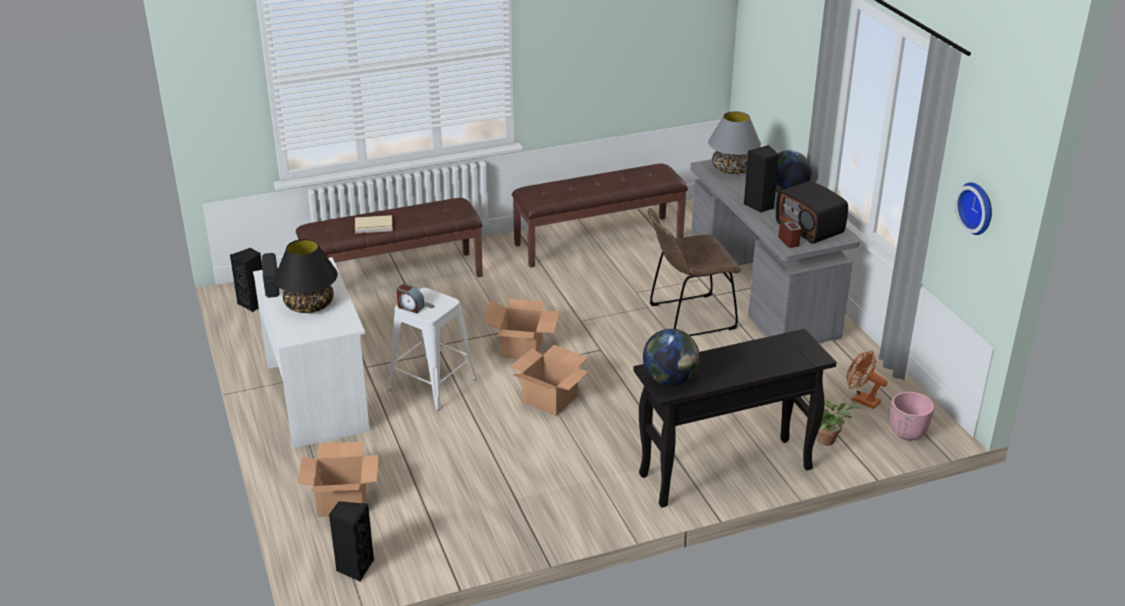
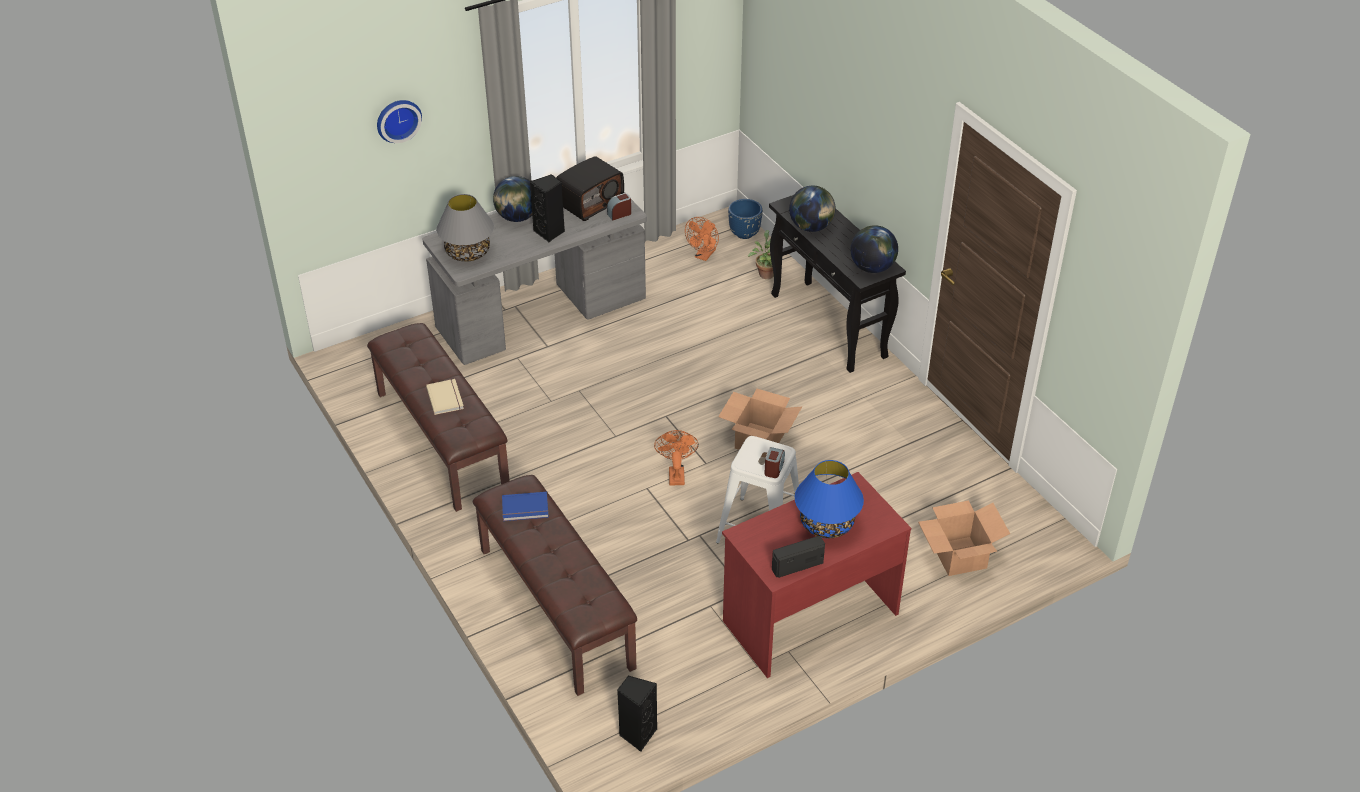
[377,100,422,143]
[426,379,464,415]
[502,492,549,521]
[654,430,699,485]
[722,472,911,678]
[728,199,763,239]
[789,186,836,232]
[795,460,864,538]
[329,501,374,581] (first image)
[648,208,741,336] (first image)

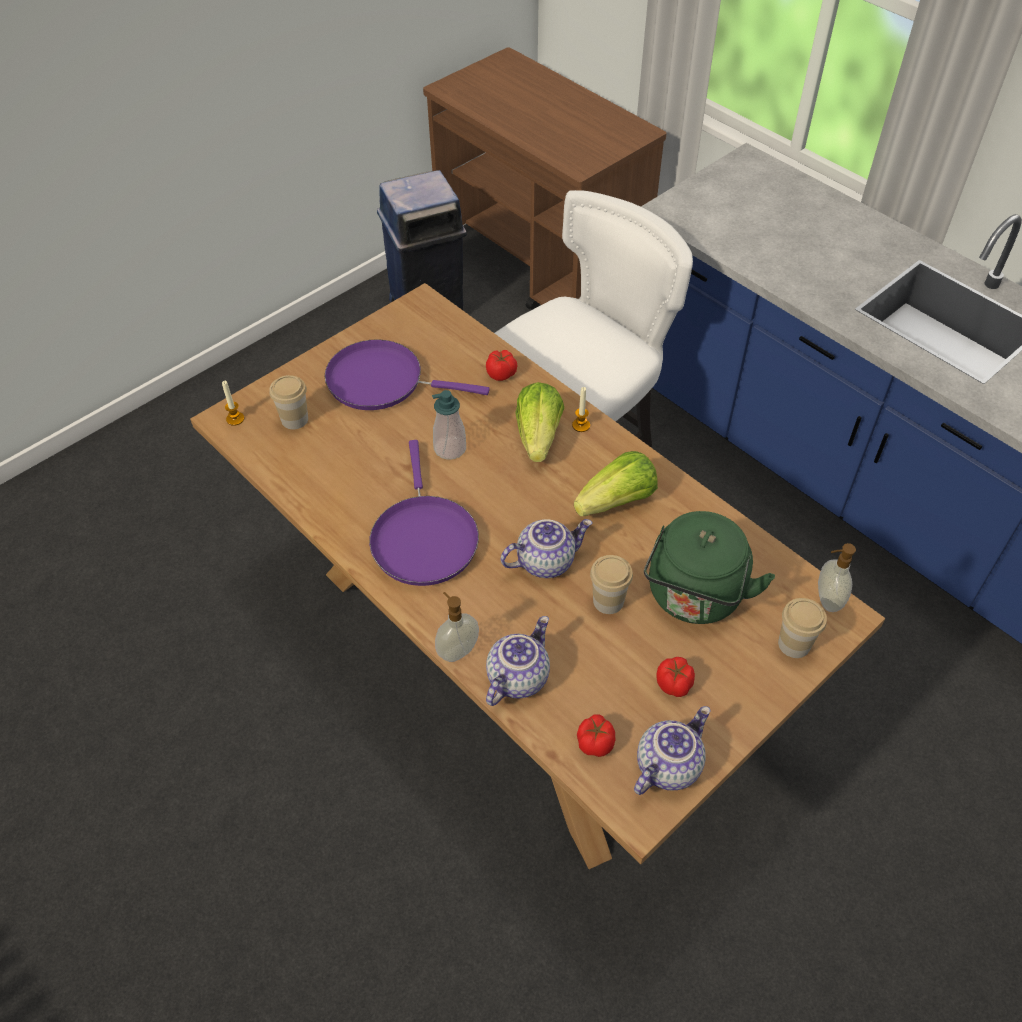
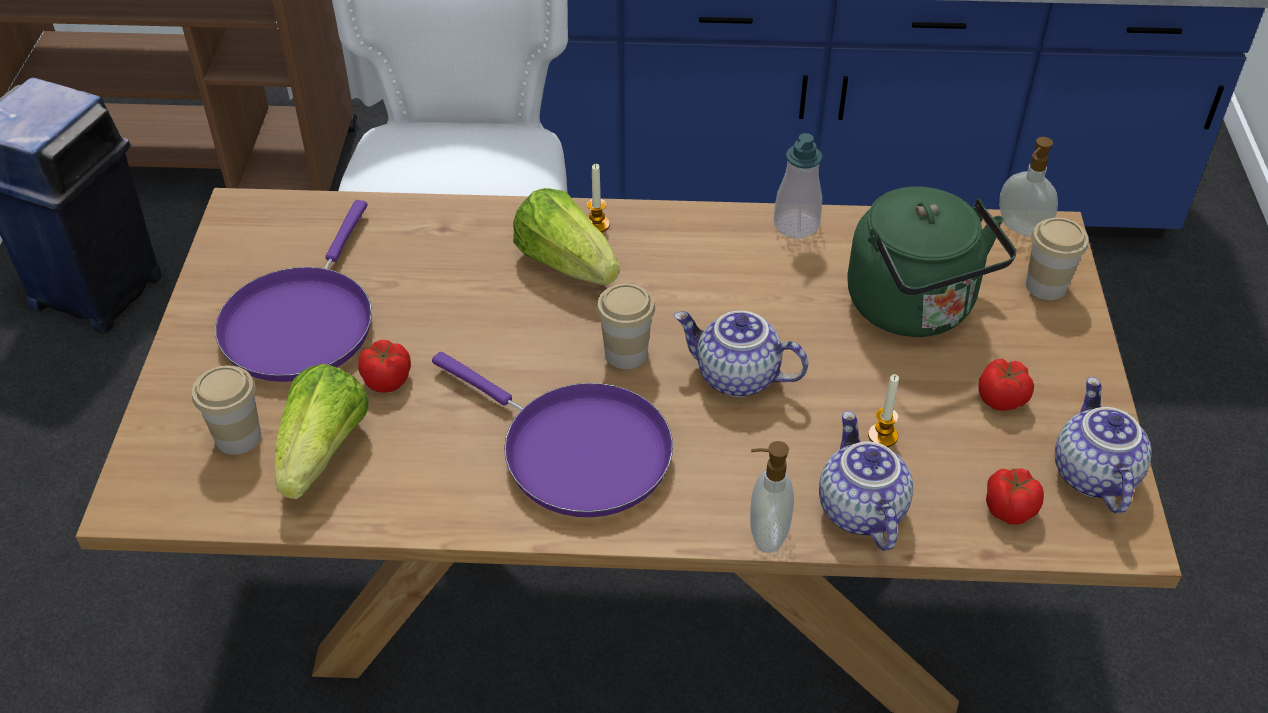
[215,200,372,382]
[275,364,369,499]
[358,340,411,393]
[597,283,655,369]
[674,311,808,397]
[774,133,823,238]
[868,374,899,447]

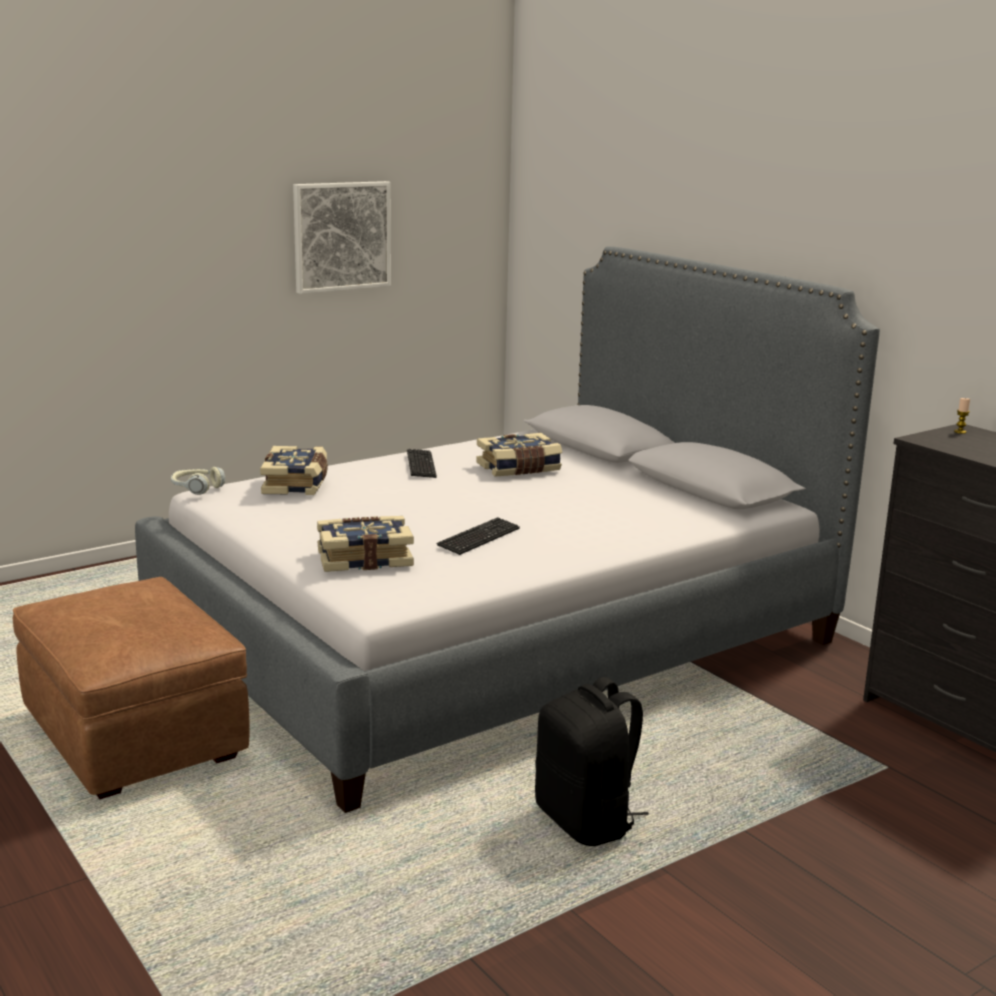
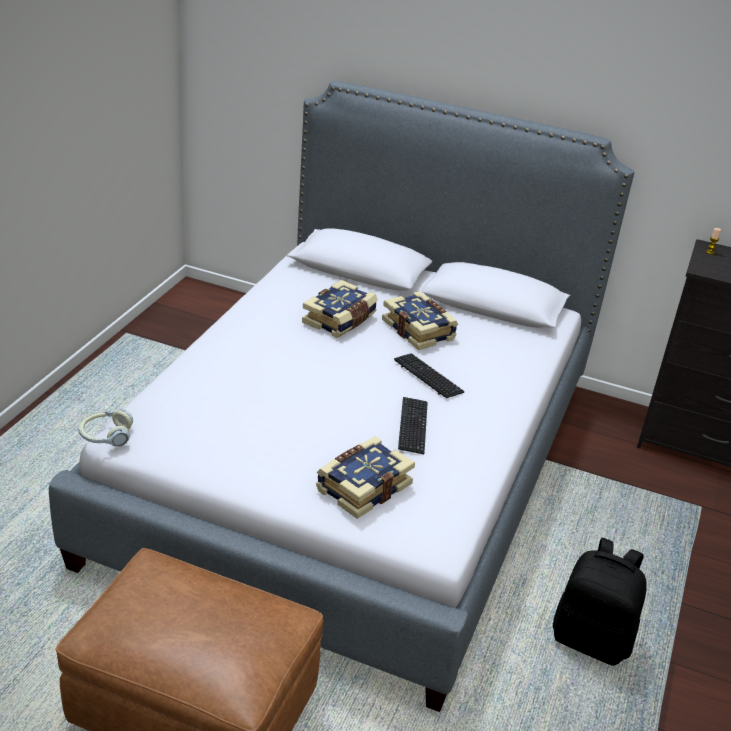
[382,291,458,350]
[394,353,464,398]
[293,181,391,294] (first image)

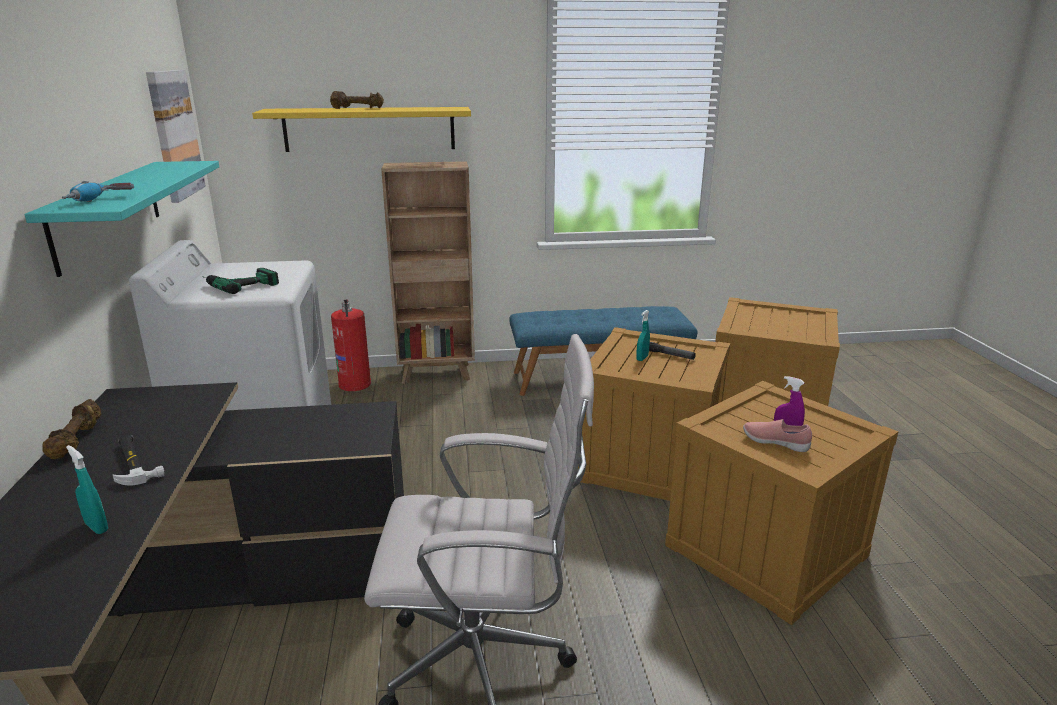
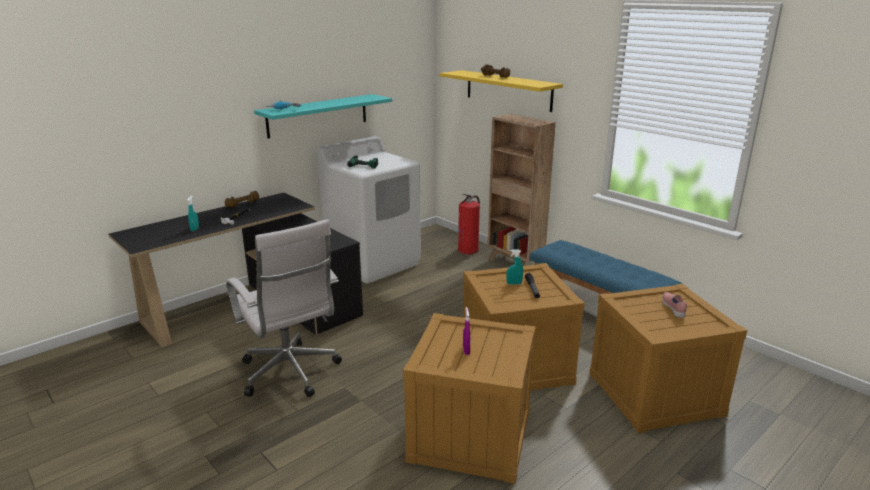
[662,292,687,318]
[146,70,206,203] (first image)

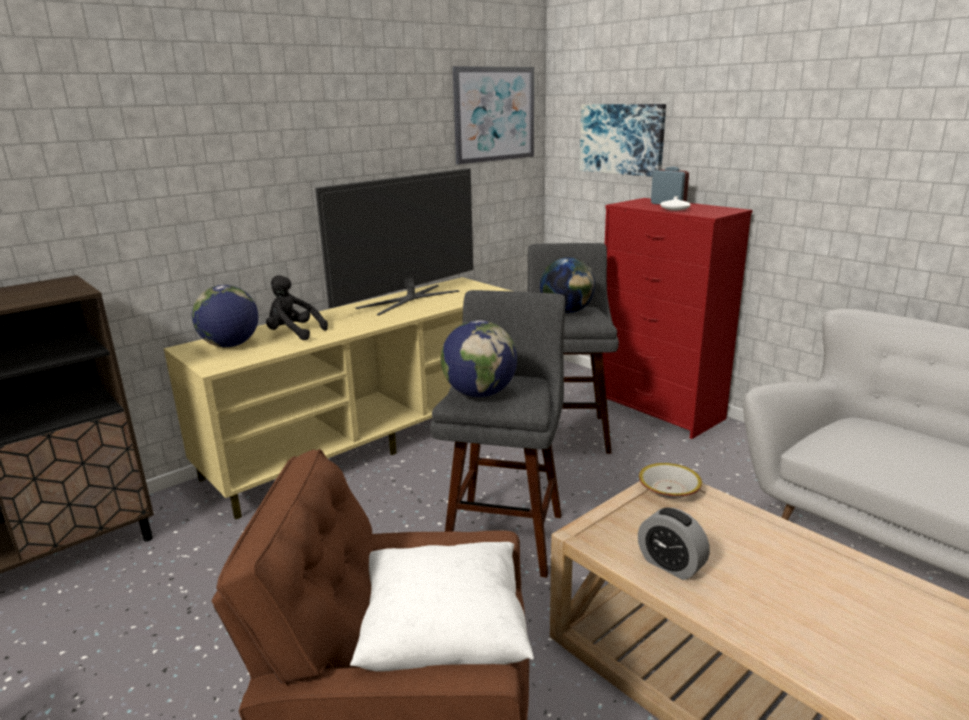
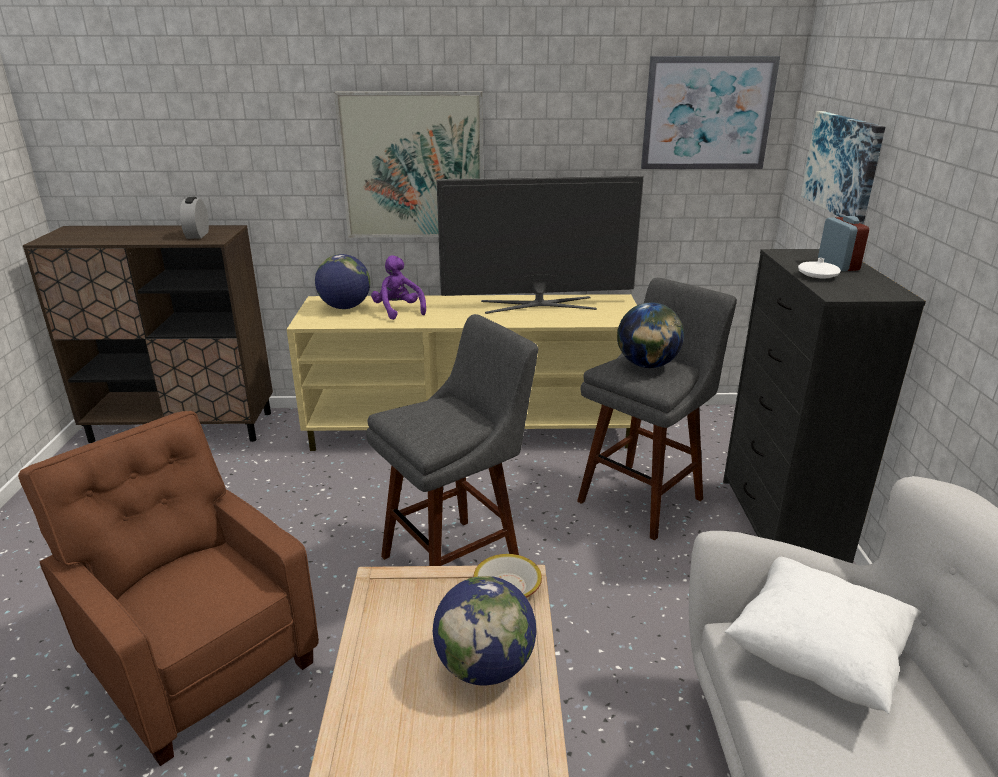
[180,197,209,239]
[334,91,483,238]
[371,255,426,320]
[433,576,536,685]
[723,249,926,563]
[725,557,921,714]

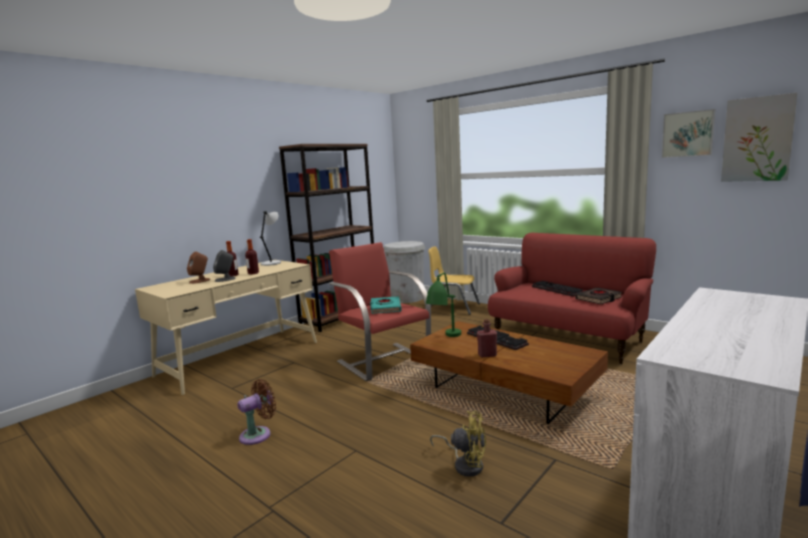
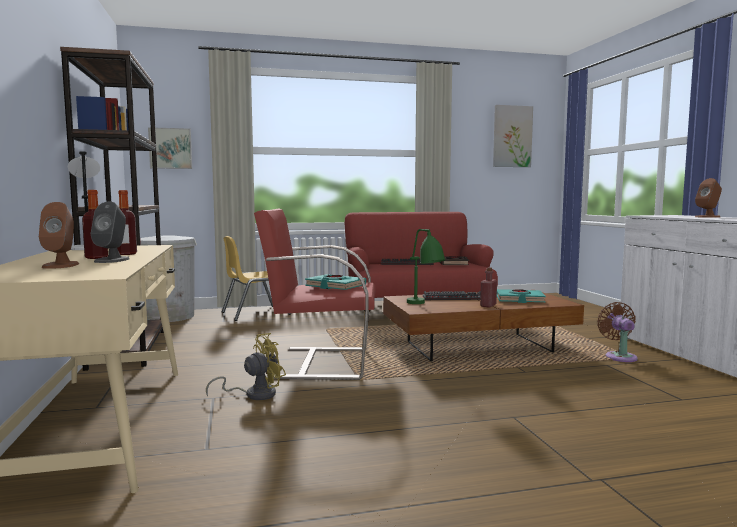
[148,127,192,169]
[206,333,286,400]
[497,289,546,303]
[597,302,638,362]
[695,178,722,218]

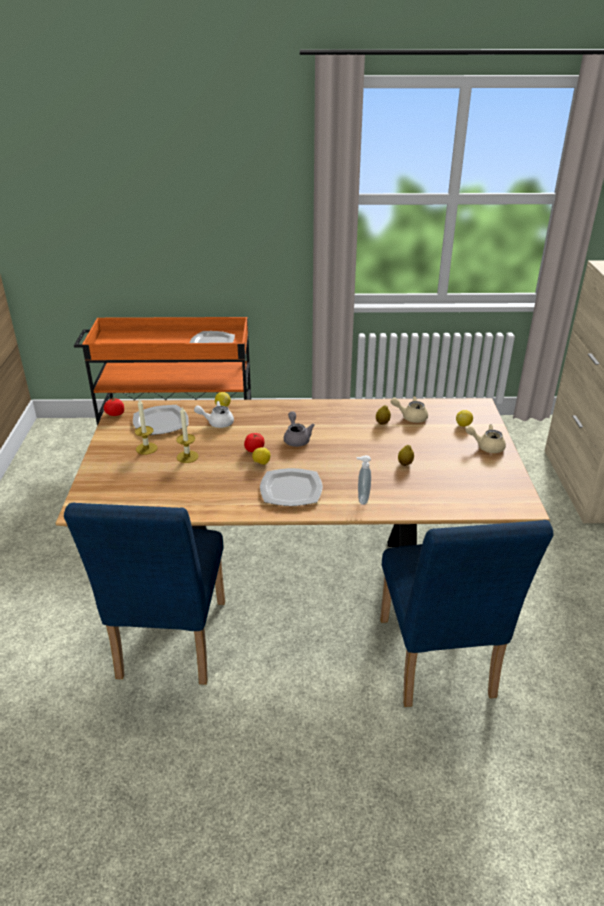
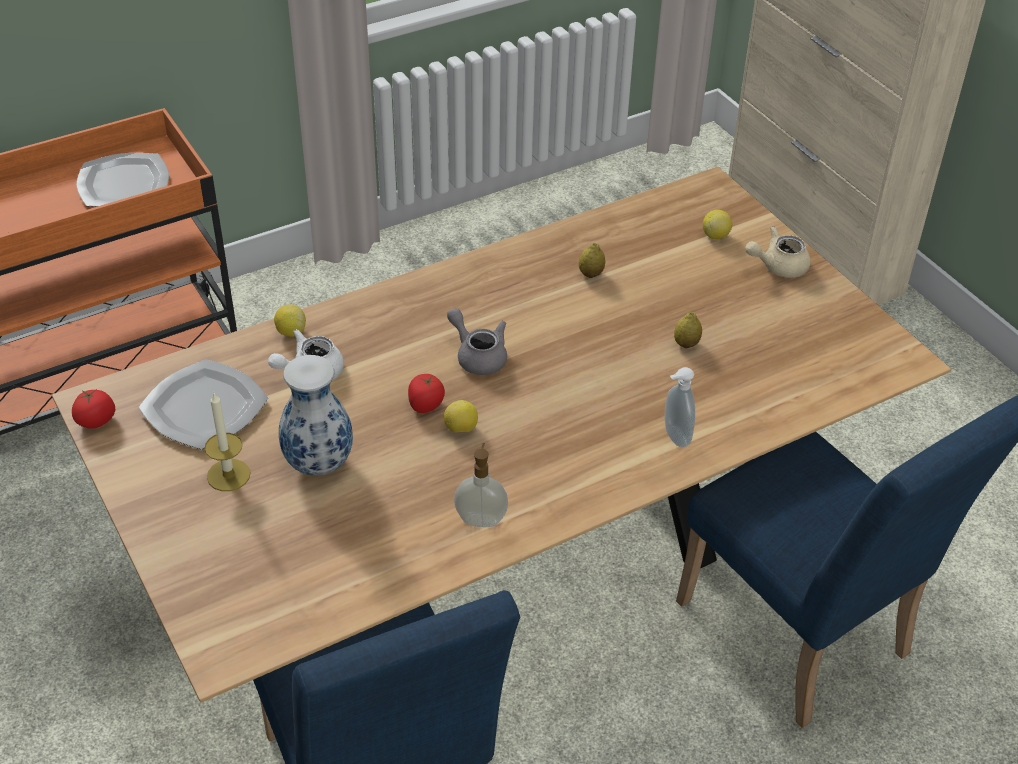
[279,355,353,476]
[454,443,508,527]
[260,468,323,506] (first image)
[391,396,428,423] (first image)

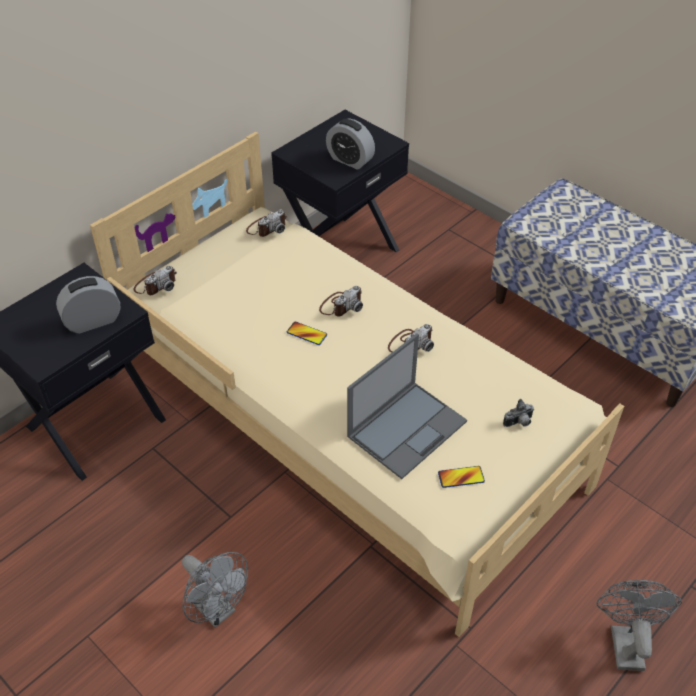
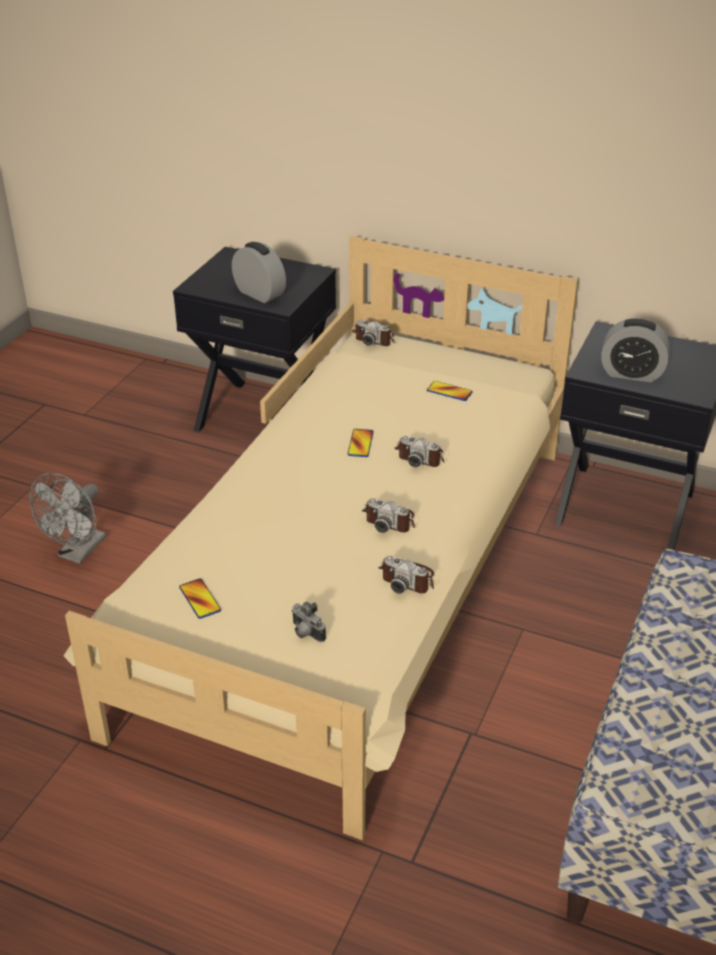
[378,556,434,594]
[427,381,473,401]
[601,318,670,382]
[347,333,467,479] (first image)
[596,580,682,671] (first image)

